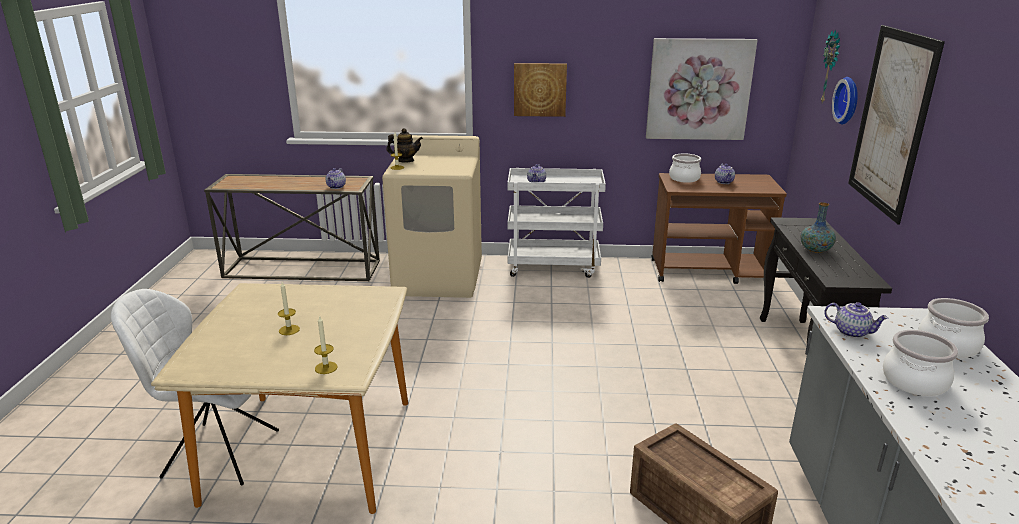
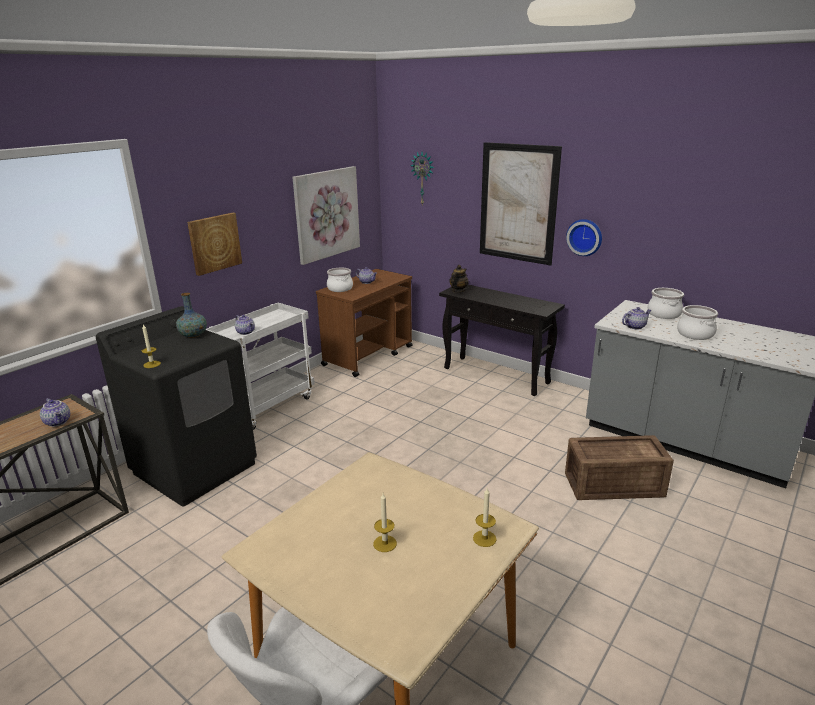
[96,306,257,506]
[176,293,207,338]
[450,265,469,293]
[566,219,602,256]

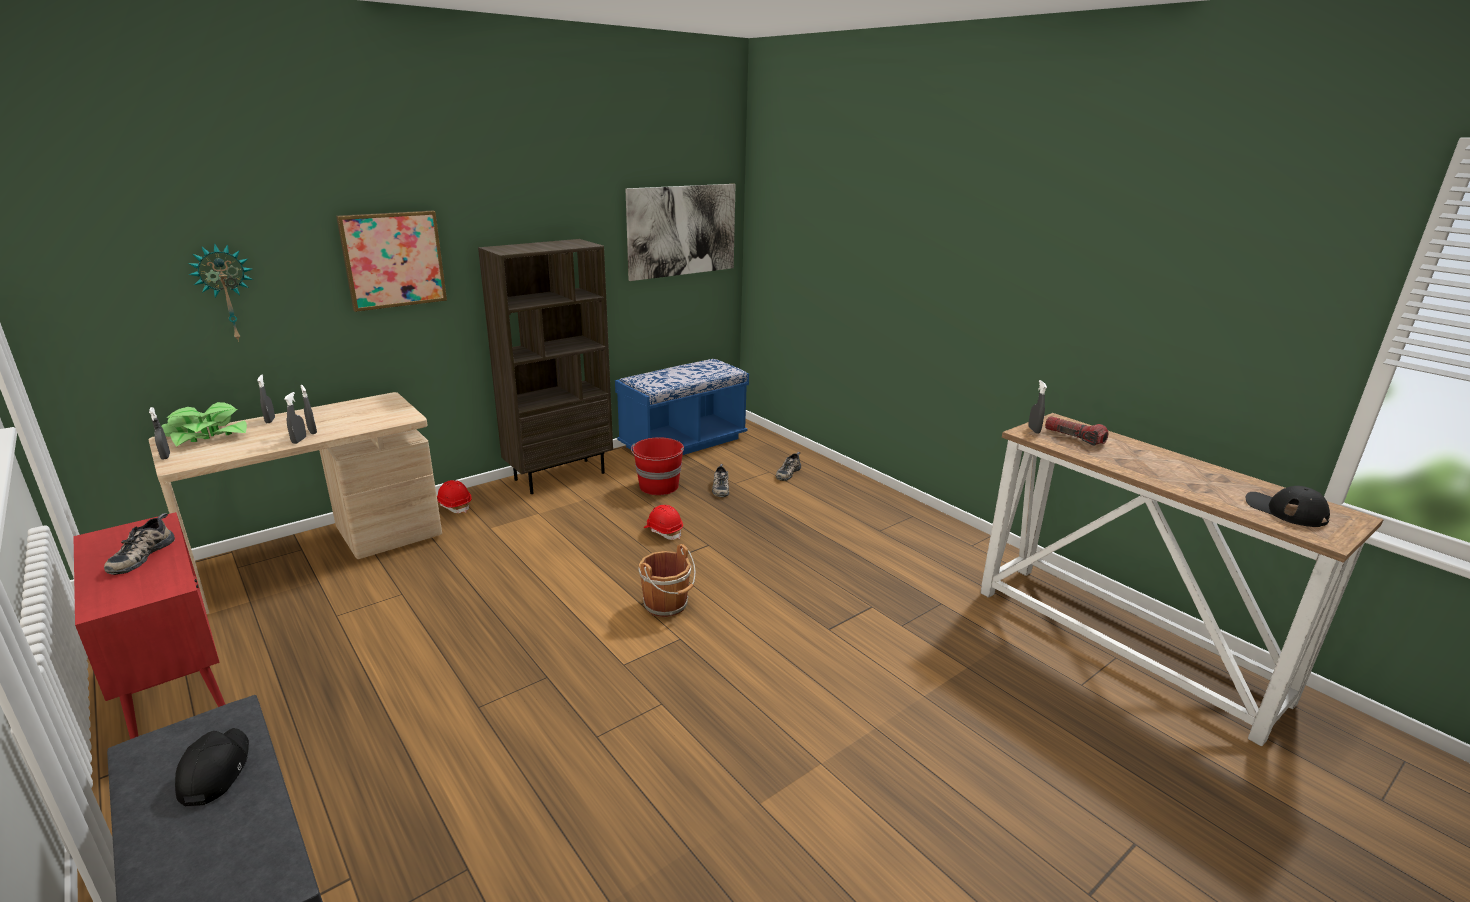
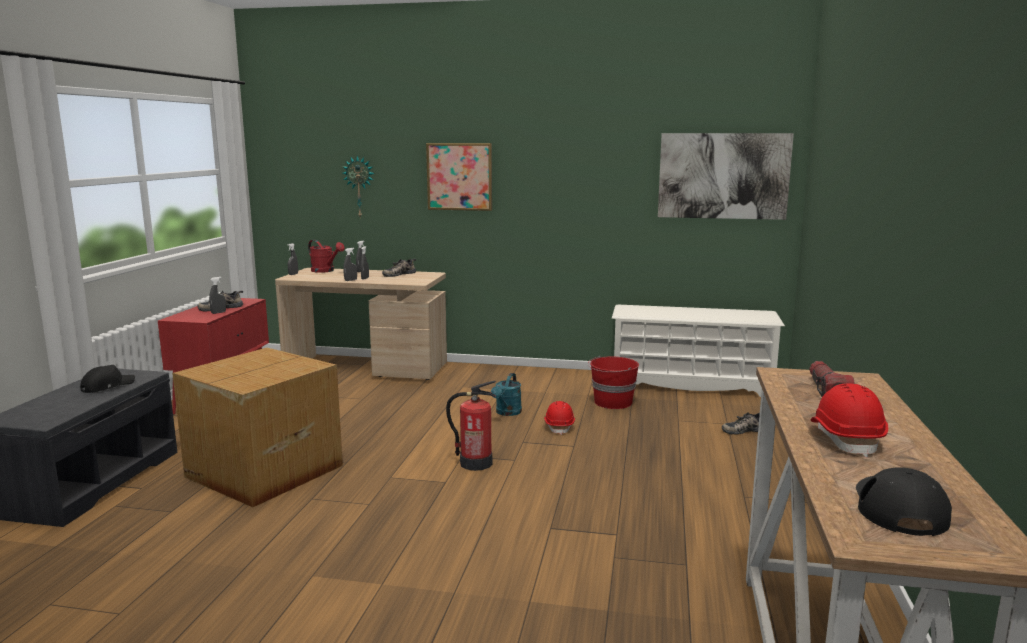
[172,348,343,508]
[209,277,226,314]
[308,240,345,273]
[382,259,416,277]
[446,381,496,471]
[491,373,522,416]
[612,304,785,397]
[811,383,888,458]
[478,239,613,494] (first image)

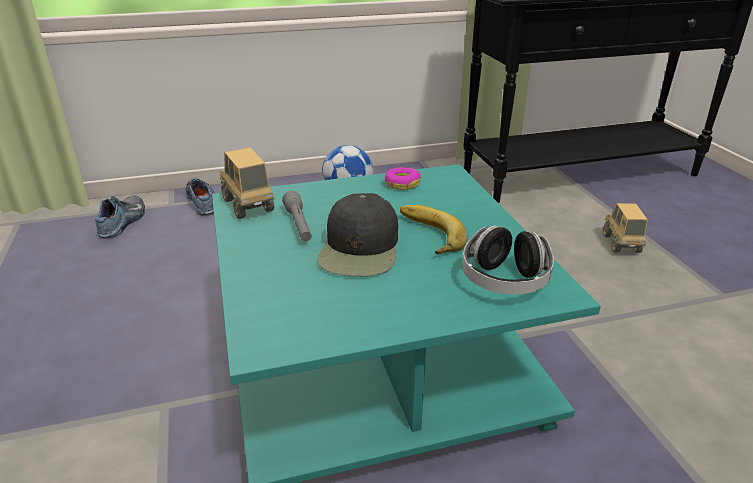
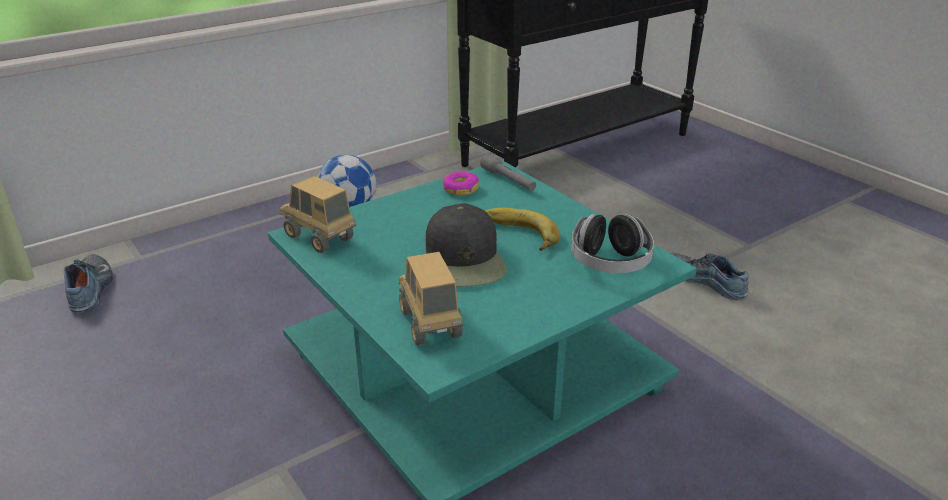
[399,252,463,345]
[480,153,536,191]
[670,253,749,300]

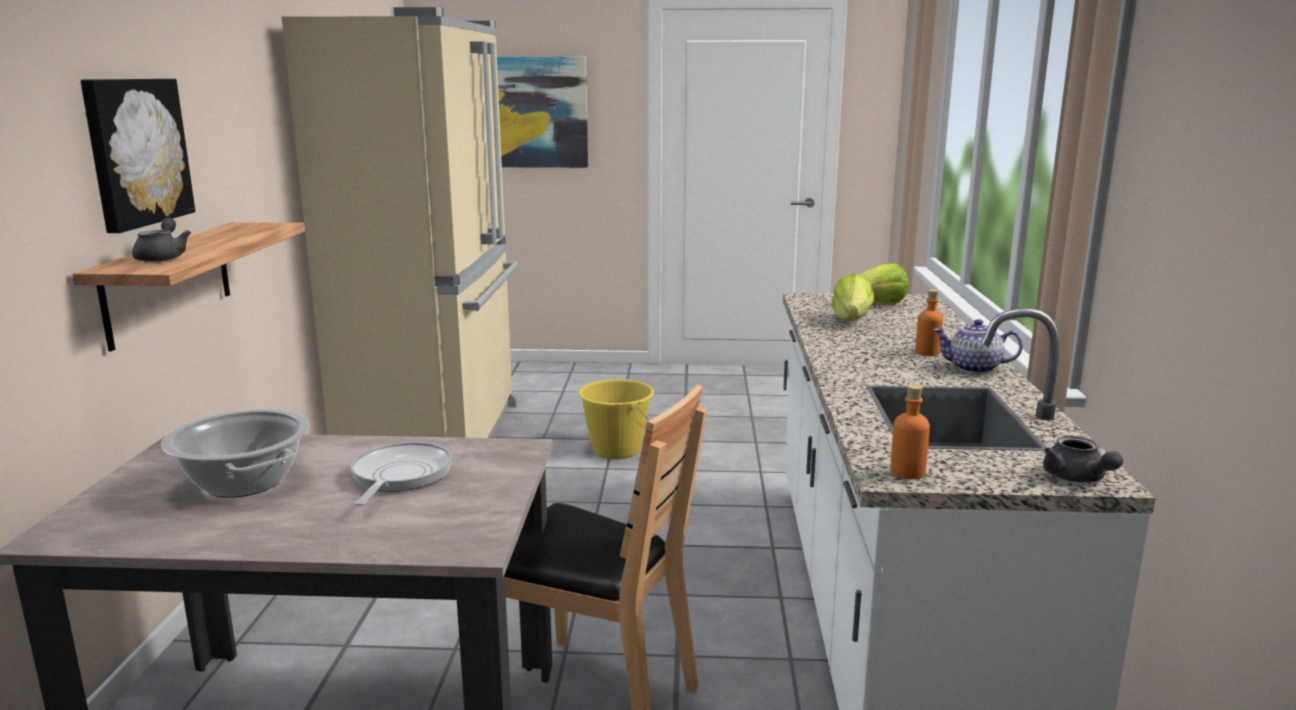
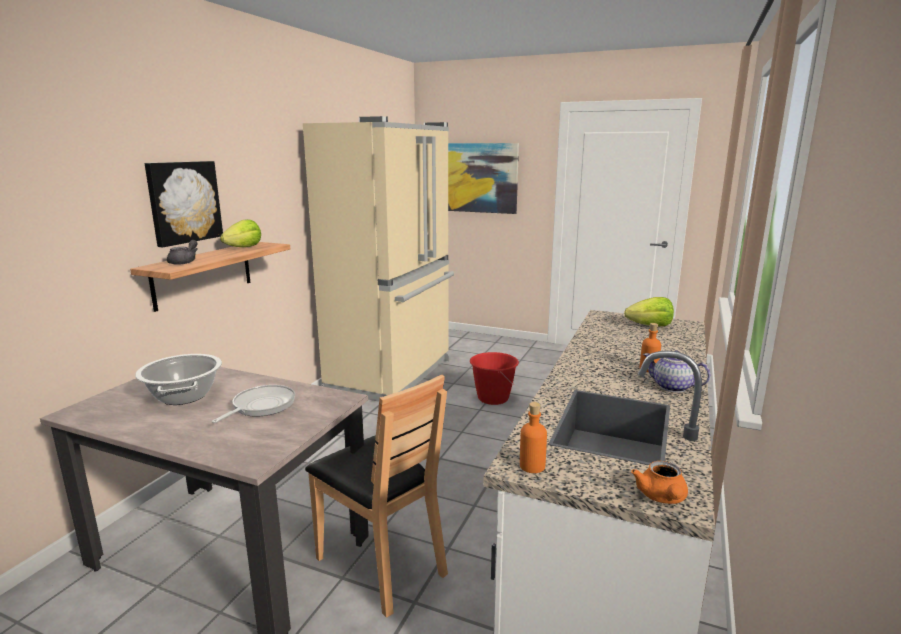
[220,219,261,247]
[470,352,519,405]
[631,461,688,504]

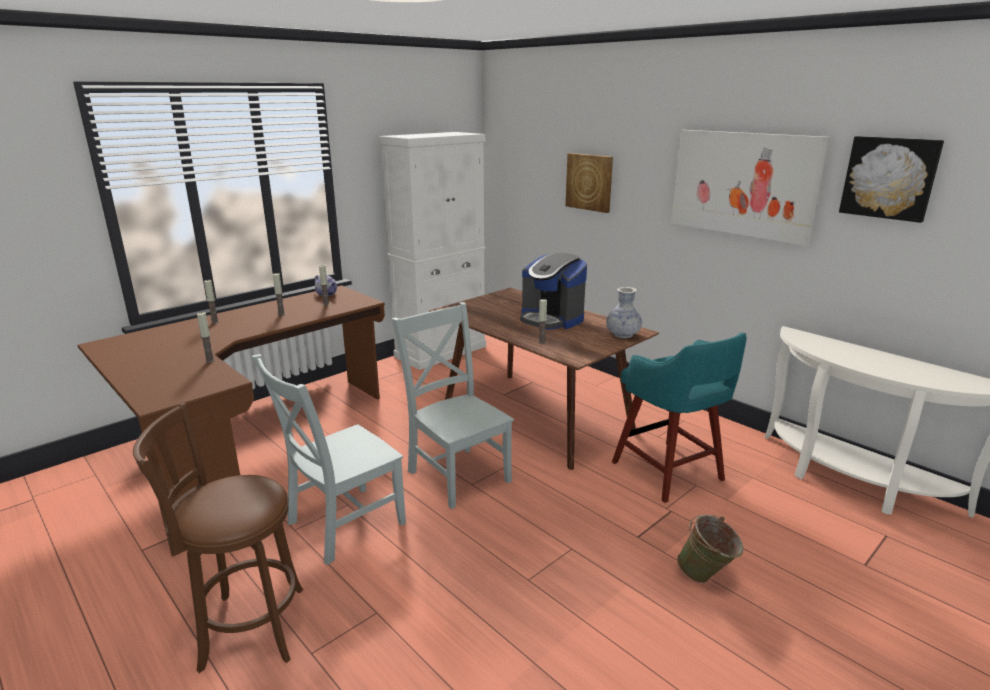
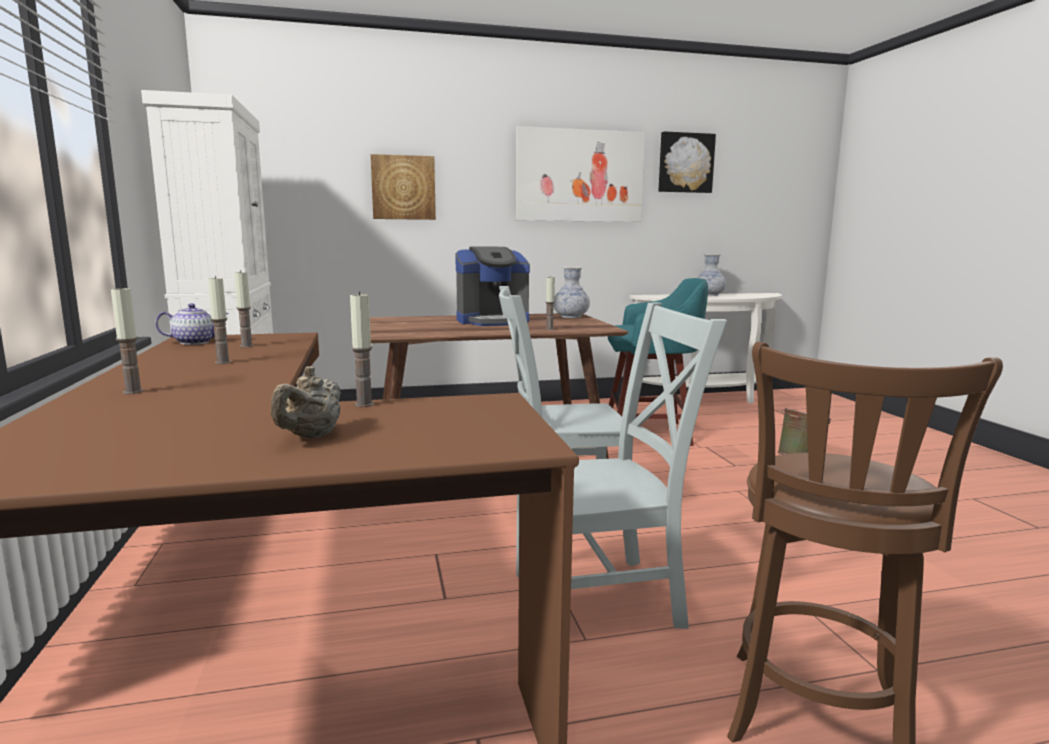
[270,366,341,438]
[516,302,727,629]
[697,254,726,296]

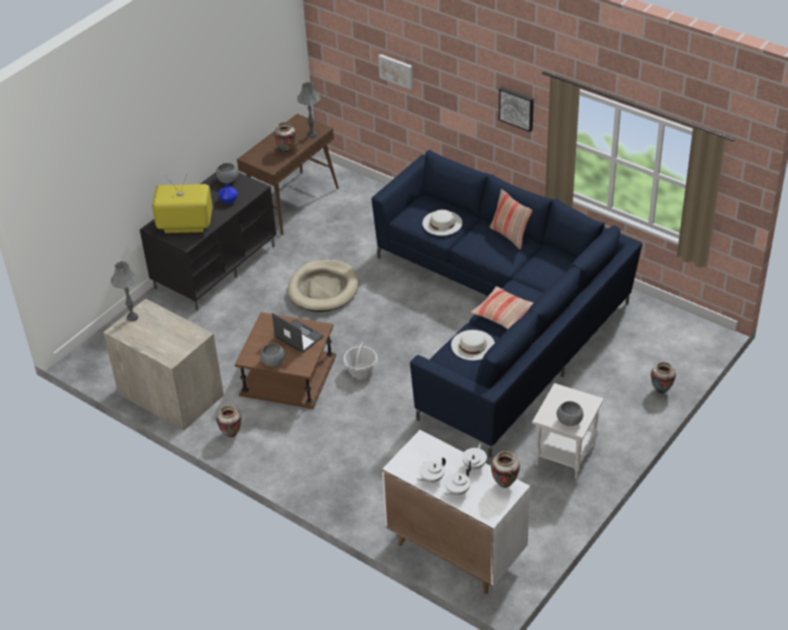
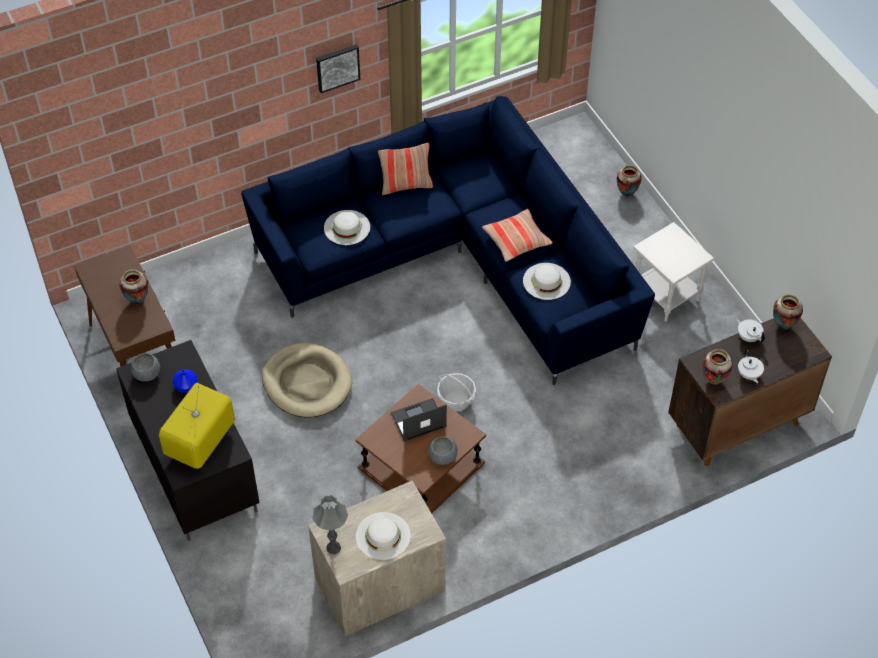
[356,512,411,560]
[668,318,832,466]
[702,349,733,385]
[297,82,321,138] (first image)
[378,54,413,90] (first image)
[445,468,470,495] (first image)
[557,401,584,426] (first image)

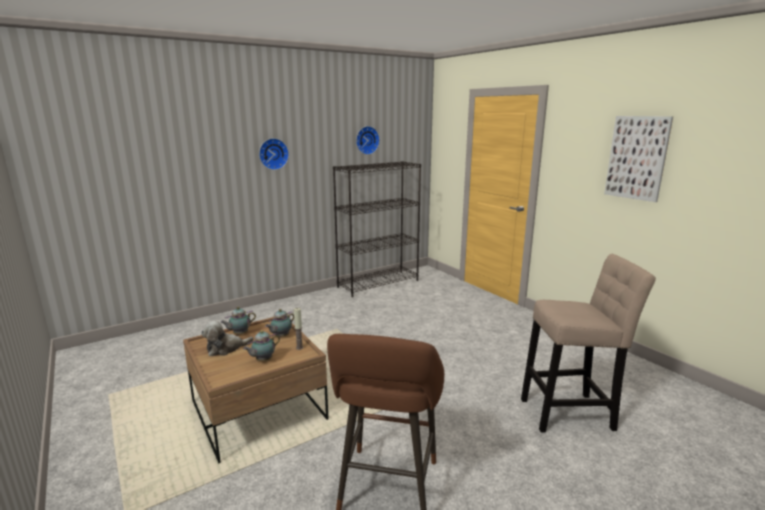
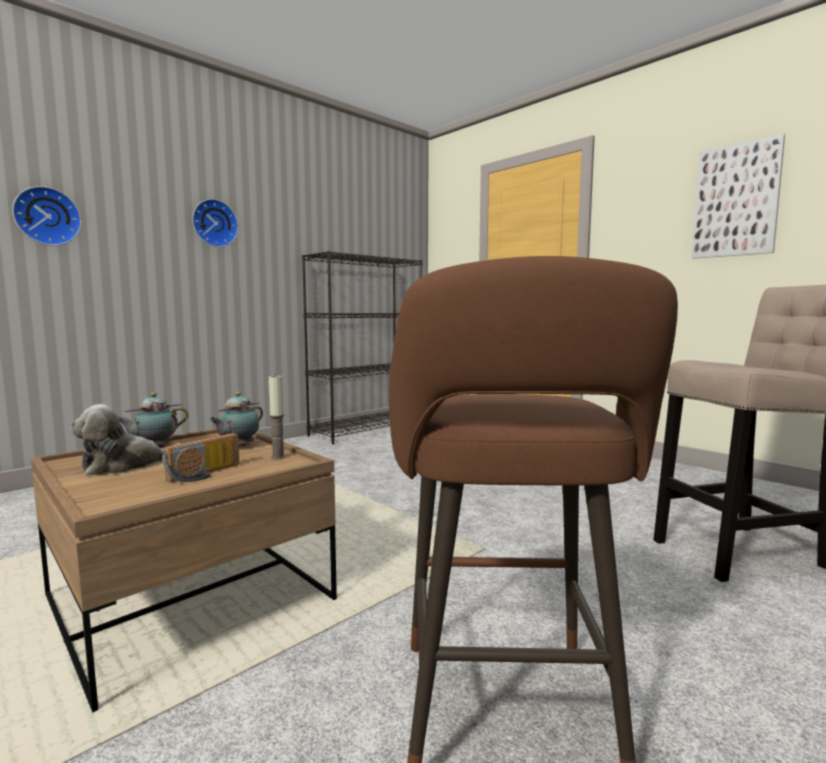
[12,186,82,246]
[162,433,240,482]

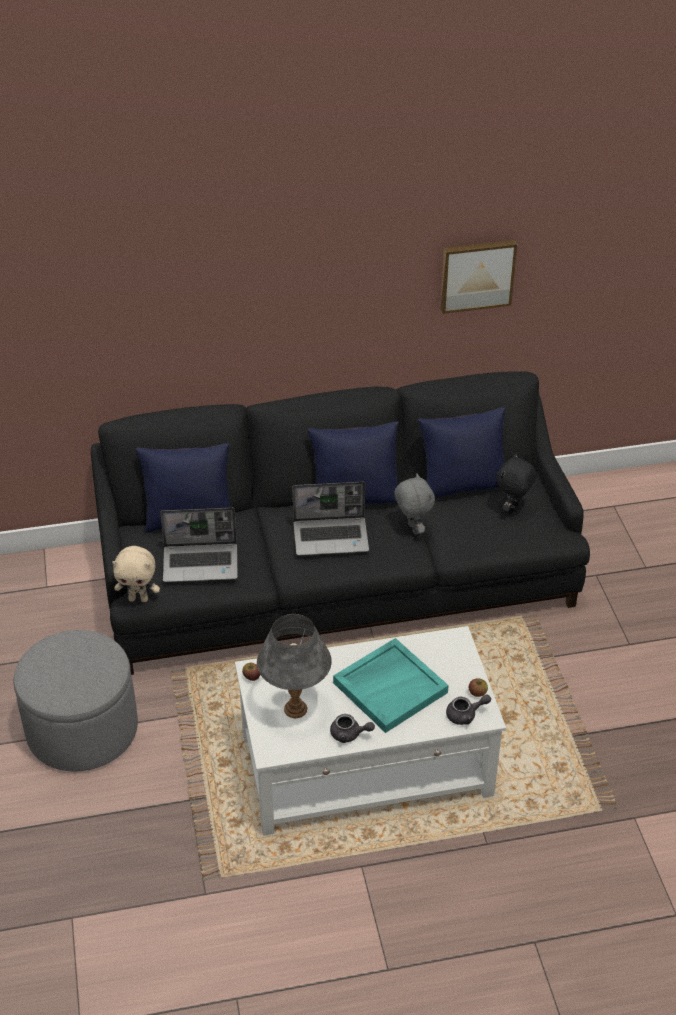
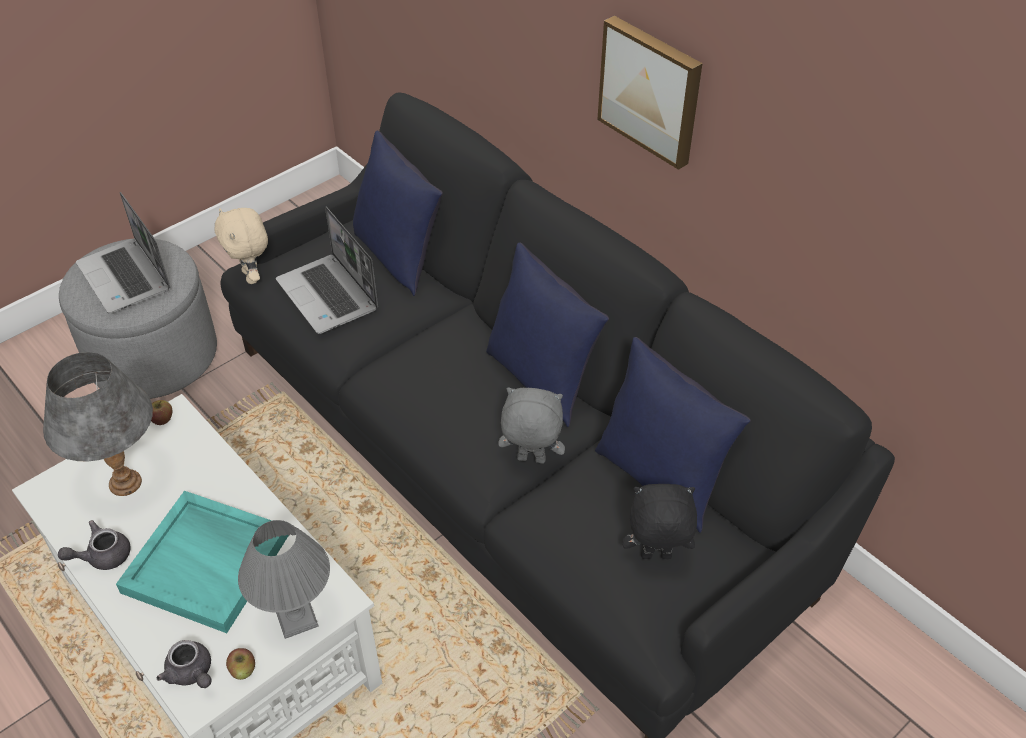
[58,520,131,570]
[76,192,171,314]
[238,520,330,639]
[498,387,565,463]
[597,16,703,170]

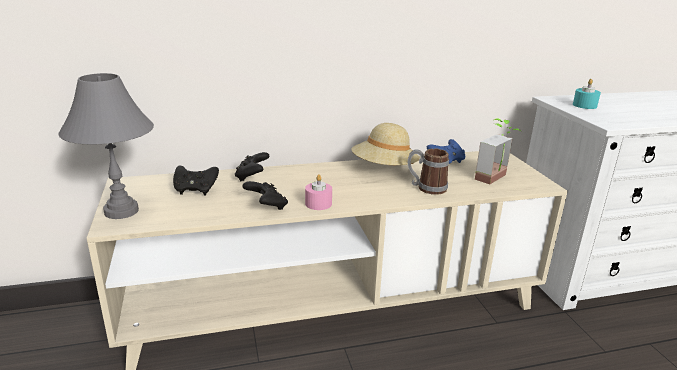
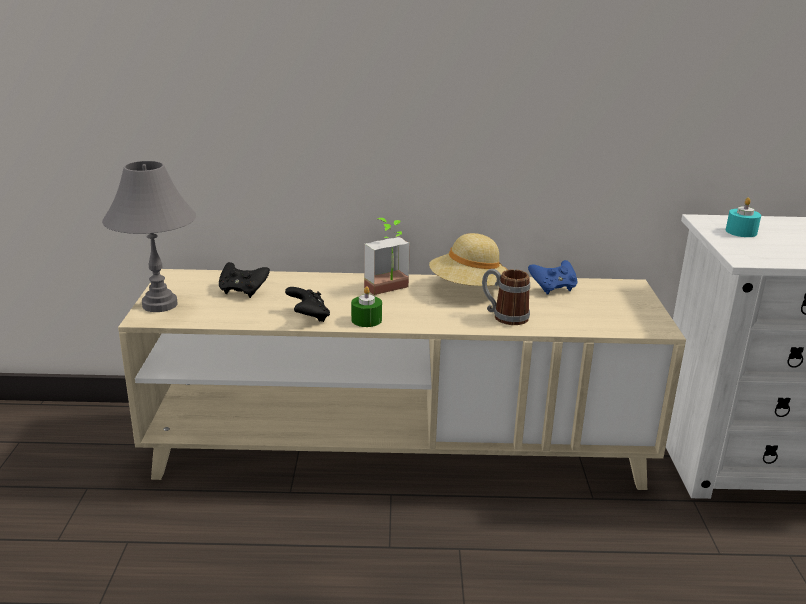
[351,286,382,327]
[364,218,410,295]
[235,152,269,181] (first image)

